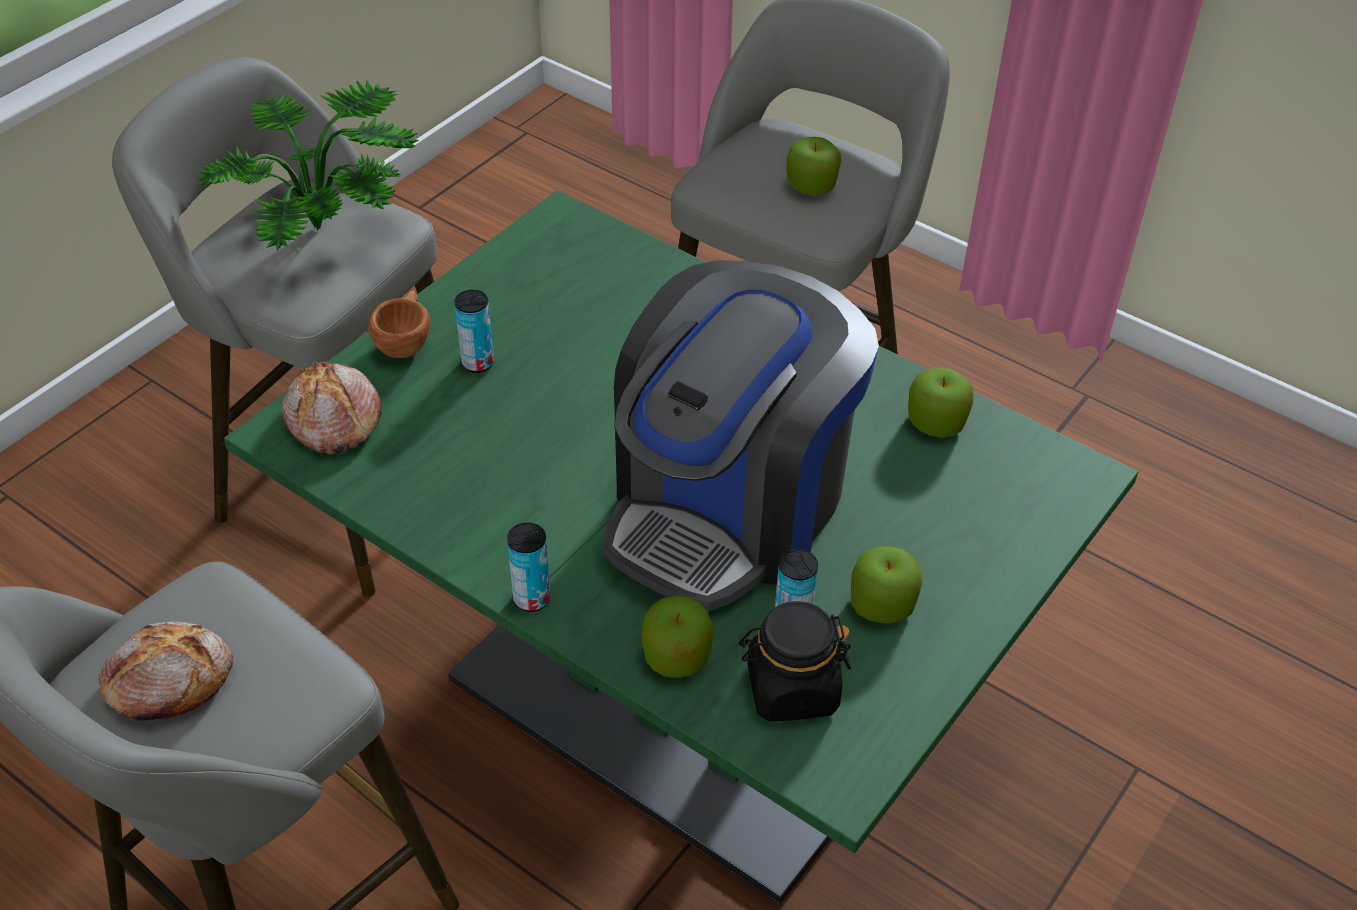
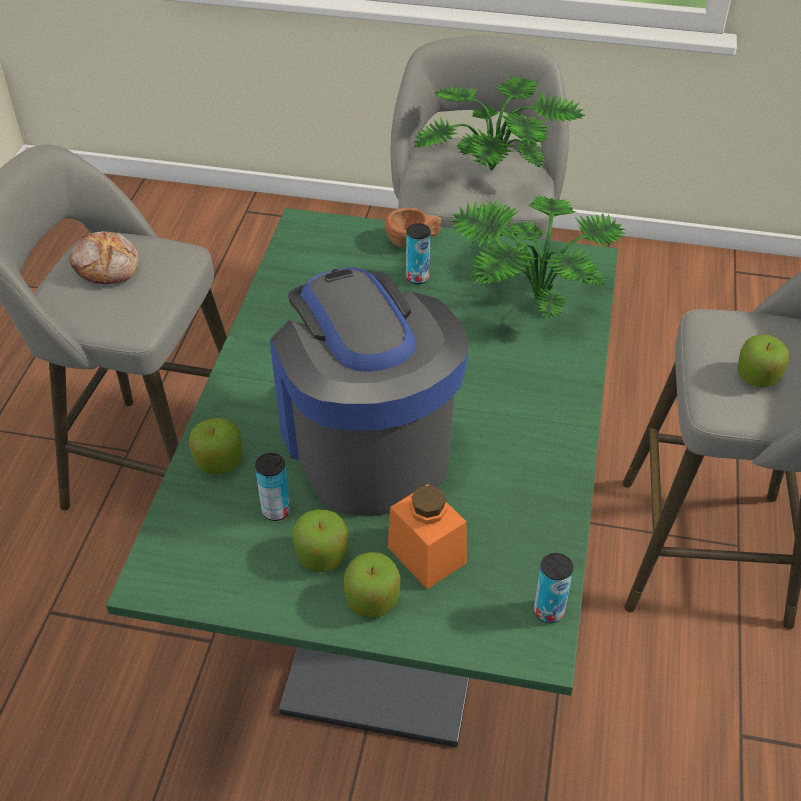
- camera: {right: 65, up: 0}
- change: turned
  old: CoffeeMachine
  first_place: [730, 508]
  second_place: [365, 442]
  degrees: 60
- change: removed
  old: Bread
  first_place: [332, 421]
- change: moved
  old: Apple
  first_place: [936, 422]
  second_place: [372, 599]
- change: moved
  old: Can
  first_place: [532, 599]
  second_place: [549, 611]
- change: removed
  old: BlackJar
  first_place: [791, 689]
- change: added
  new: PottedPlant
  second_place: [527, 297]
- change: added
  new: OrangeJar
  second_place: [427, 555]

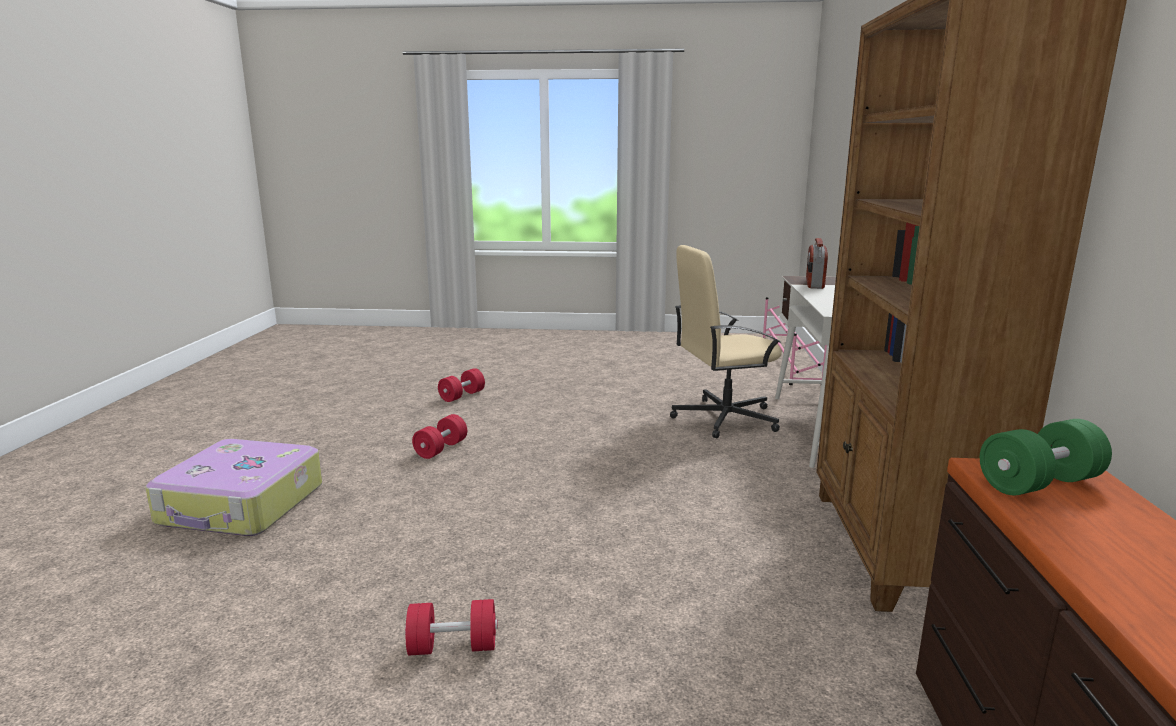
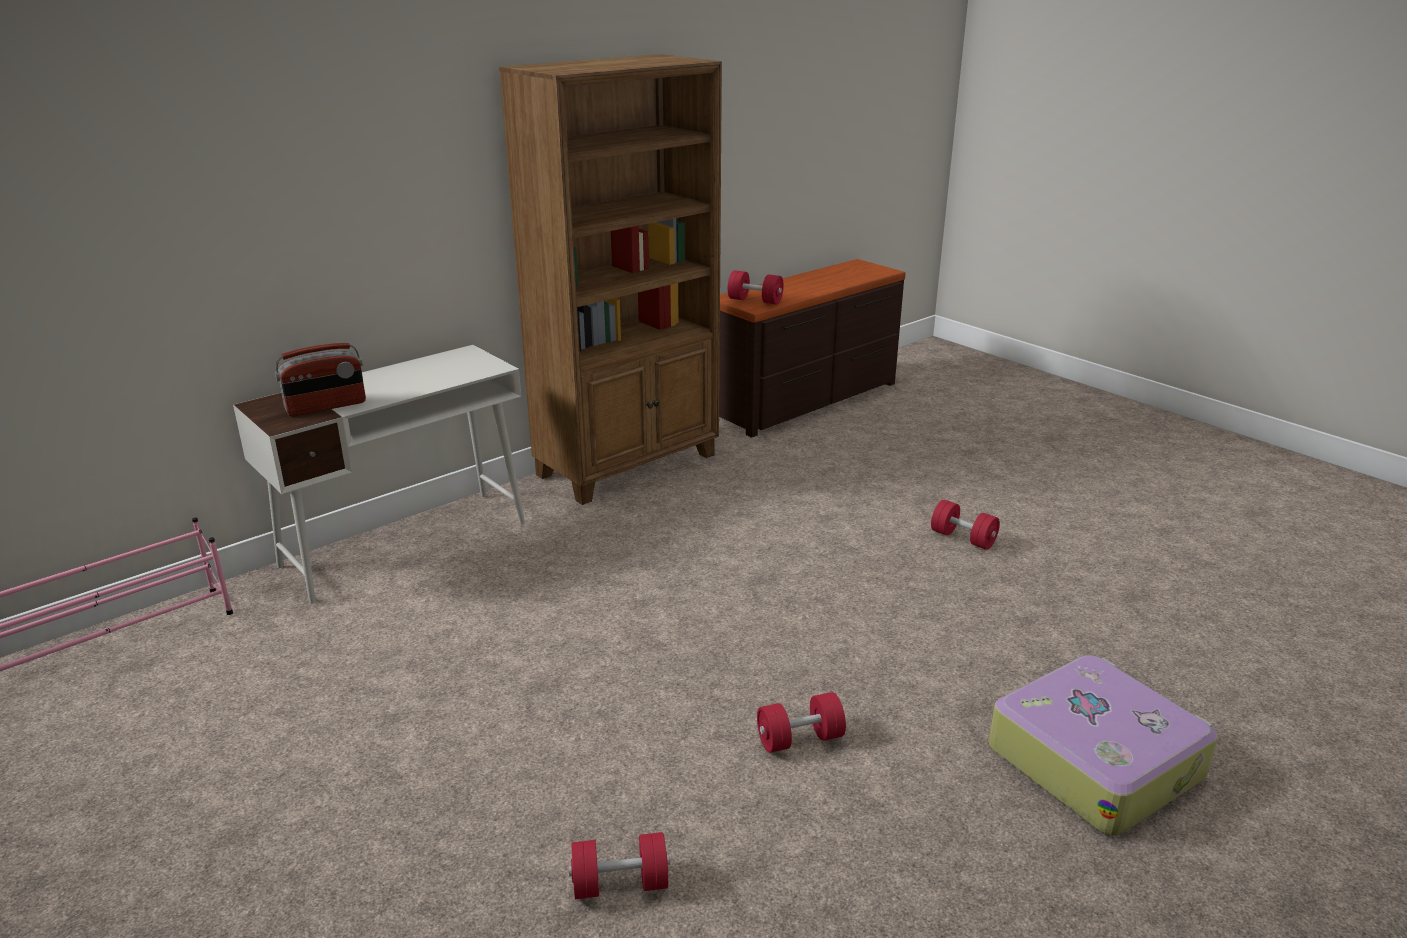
- camera: {right: -135, up: 10}
- change: removed
  old: BeigeOfficeChair
  first_place: [723, 418]
- change: recoloured
  old: GreenDumbbell
  new: RedDumbbell
  first_place: [1039, 483]
  second_place: [755, 301]

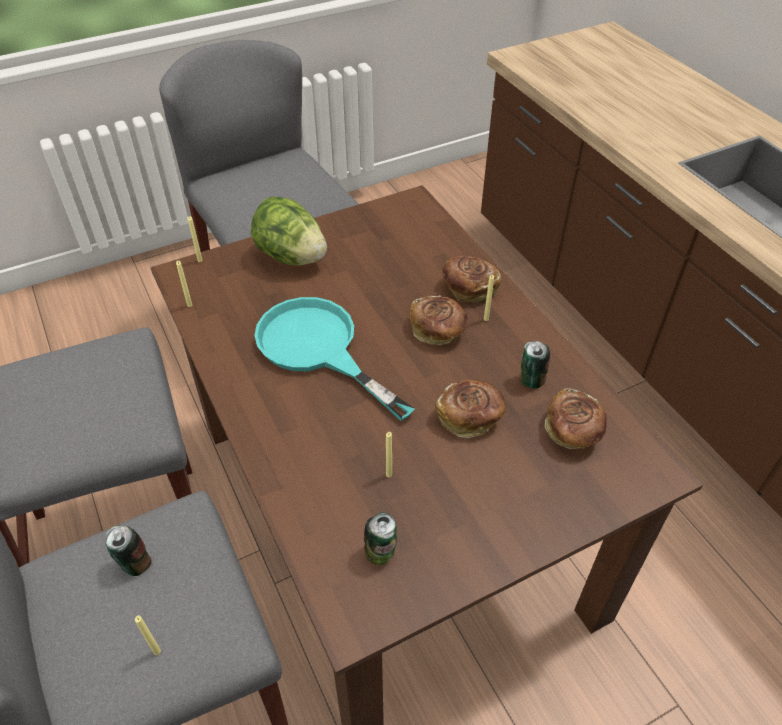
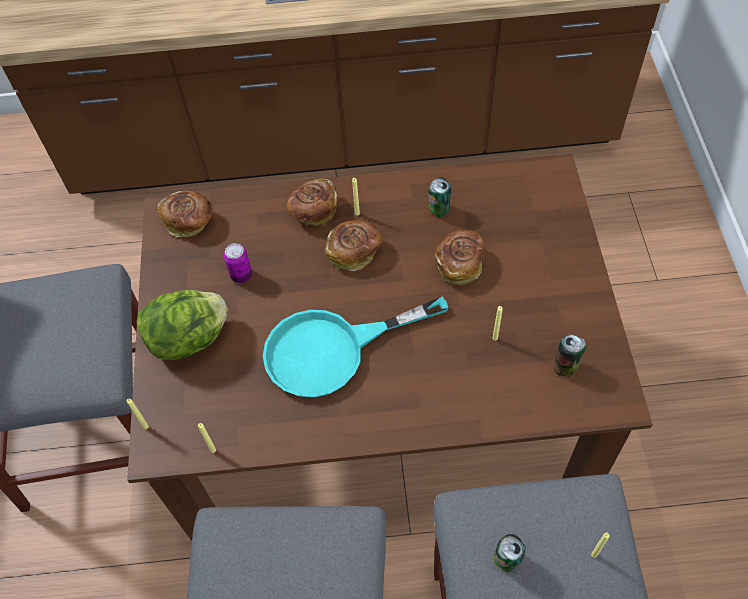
- camera: {right: -65, up: 10}
- change: moved
  old: Bread
  first_place: [572, 432]
  second_place: [189, 221]
- change: added
  new: Can
  second_place: [241, 275]

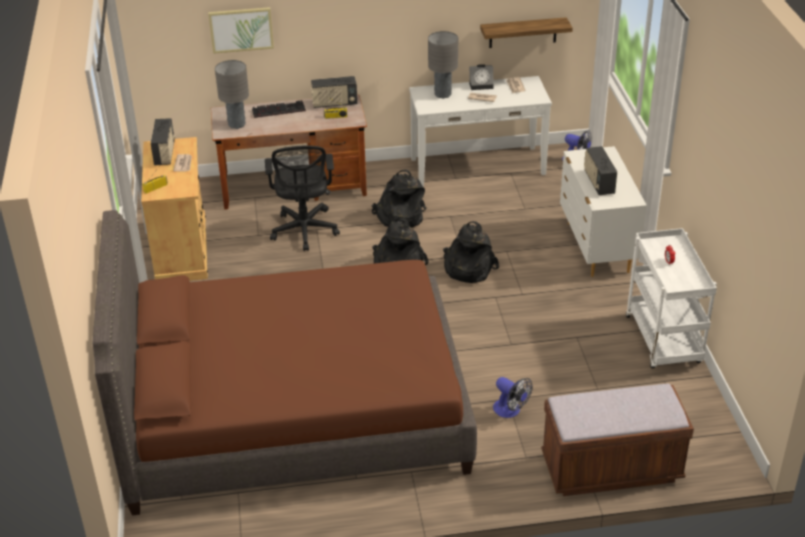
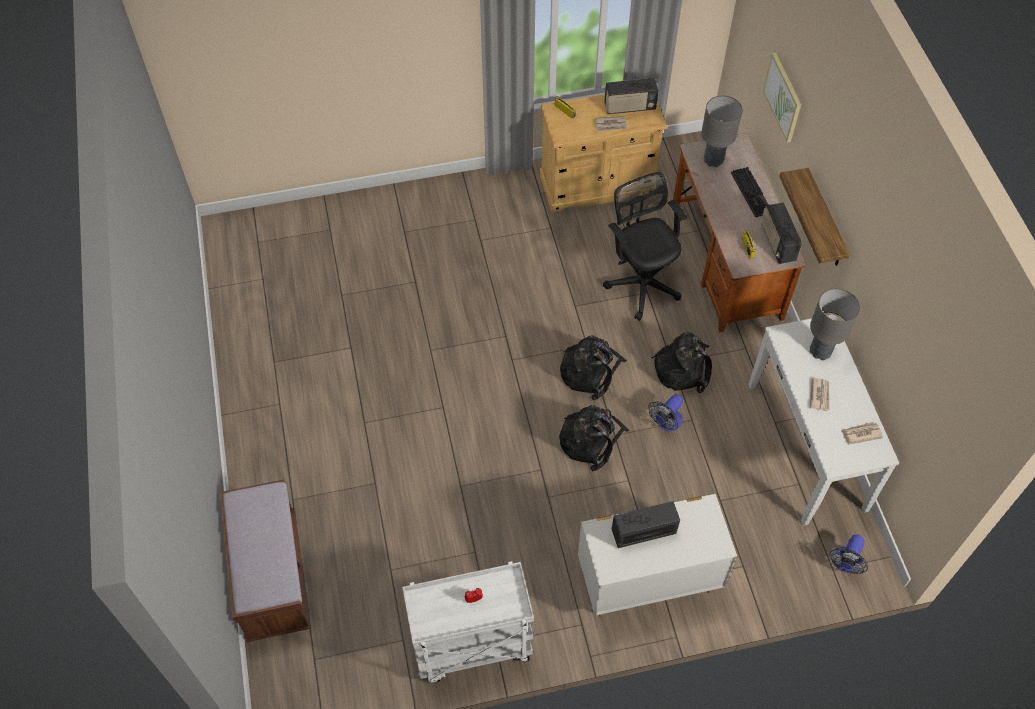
- camera: {right: 85, up: 20}
- change: moved
  old: Shelf
  first_place: [523, 32]
  second_place: [825, 220]
- change: removed
  old: AlarmClock
  first_place: [482, 85]
- change: turned
  old: BlackOfficeChair
  first_place: [304, 231]
  second_place: [641, 282]
  degrees: 75
- change: removed
  old: BrownBed
  first_place: [293, 413]
- change: moved
  old: Fan
  first_place: [510, 411]
  second_place: [666, 423]

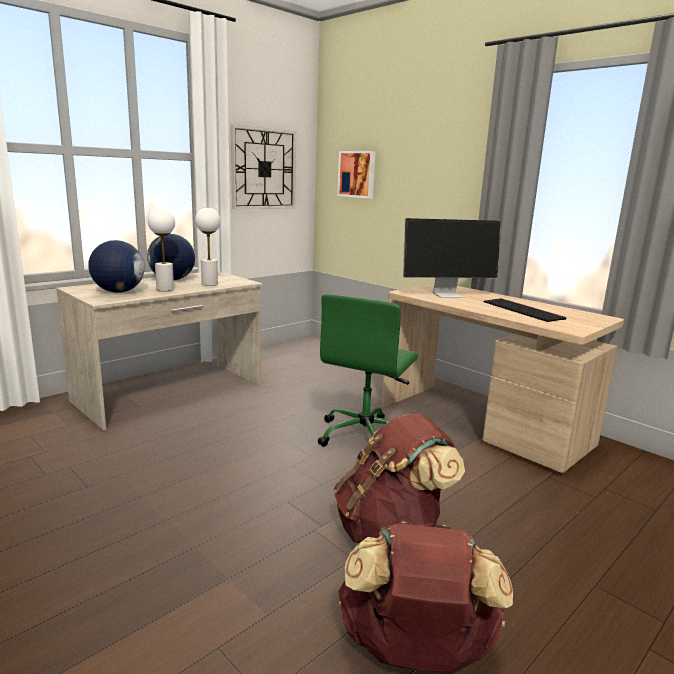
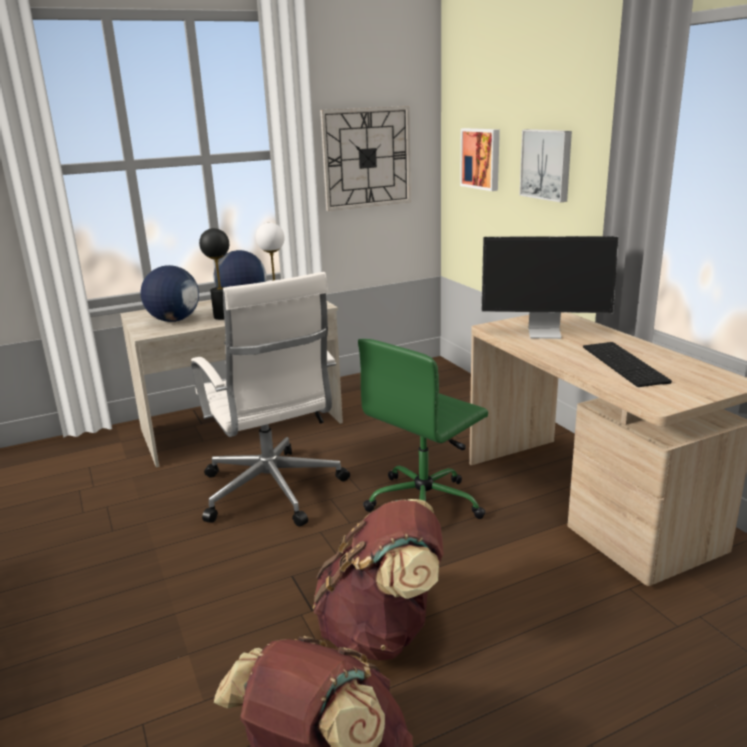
- camera: {right: 20, up: 5}
- change: recoloured
  old: WhiteTableLamp
  new: BlackTableLamp
  first_place: [165, 289]
  second_place: [223, 317]
- change: added
  new: Picture
  second_place: [547, 164]
- change: added
  new: WhiteOfficeChair
  second_place: [273, 492]

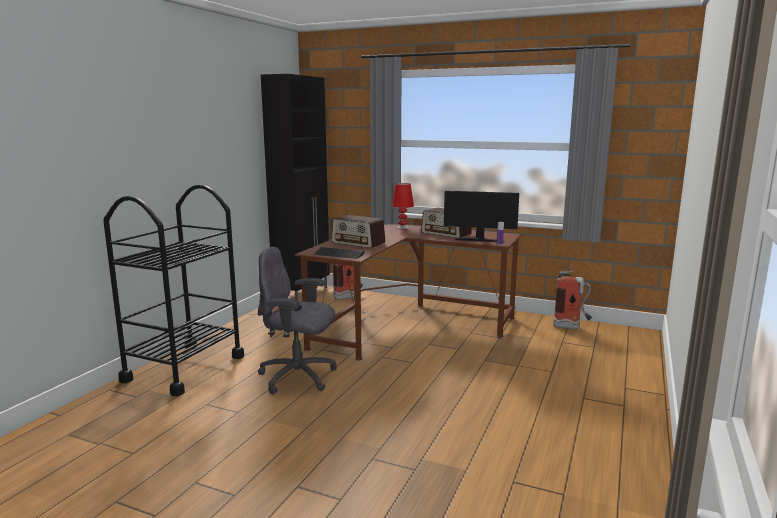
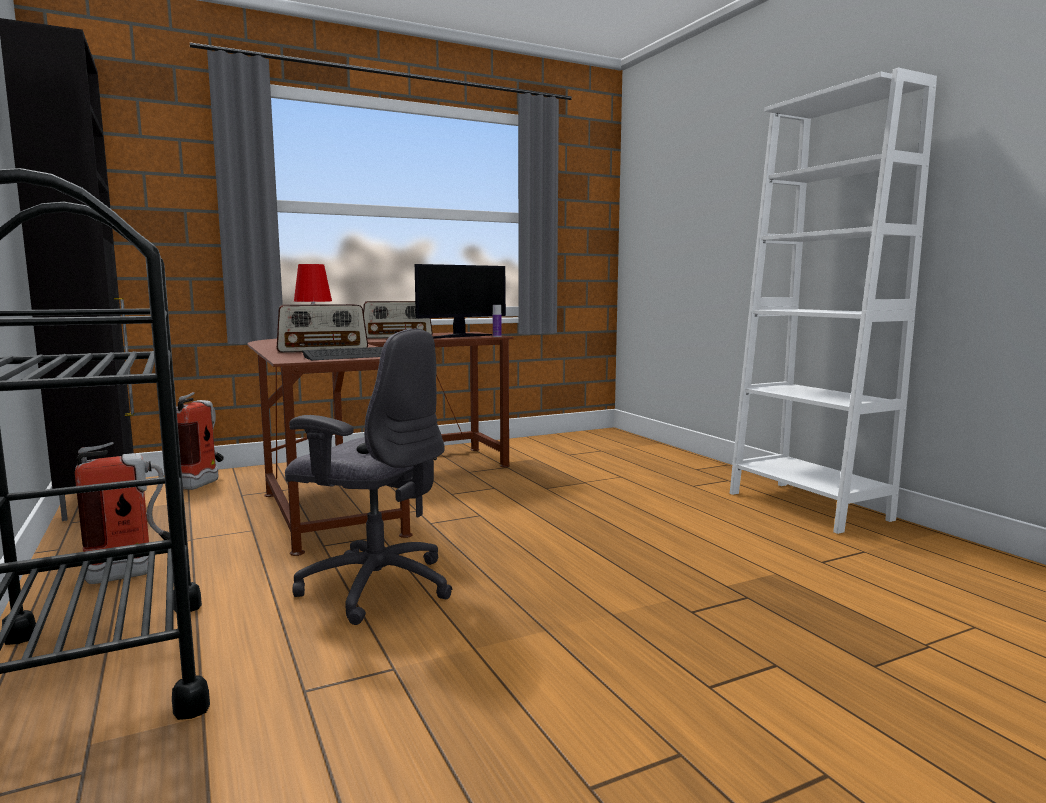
- camera: {right: -50, up: -5}
- change: turned
  old: GreyOfficeChair
  first_place: [298, 377]
  second_place: [375, 586]
  degrees: -120
- change: moved
  old: FireExtinguisher
  first_place: [571, 327]
  second_place: [134, 573]
- change: added
  new: WhiteBookcase
  second_place: [807, 506]

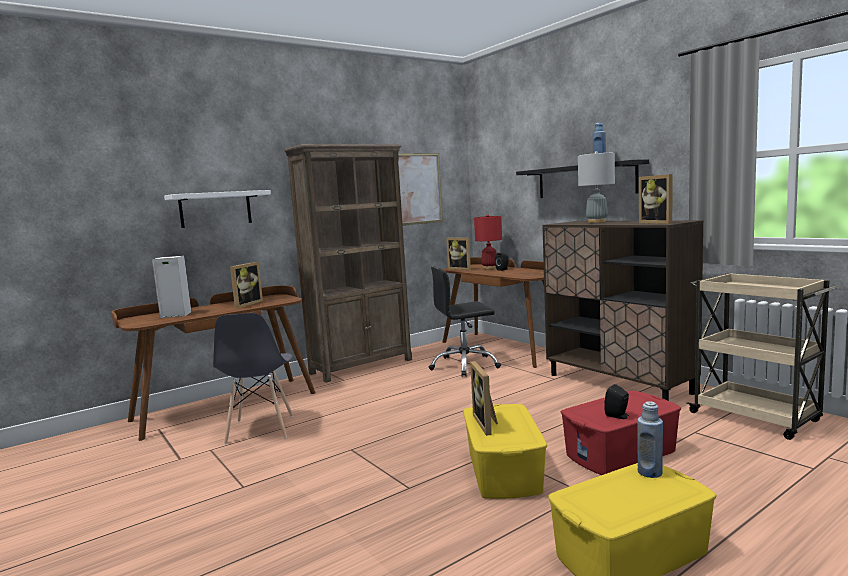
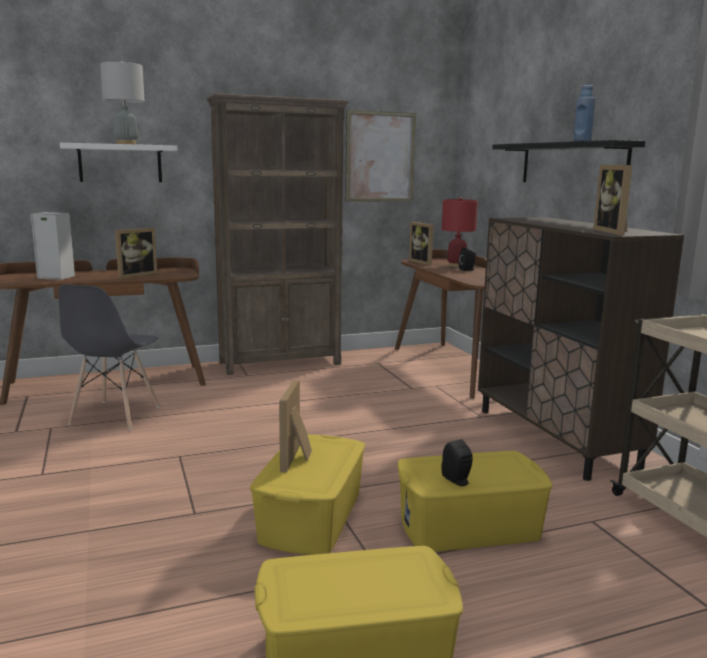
- camera: {right: 15, up: 5}
- change: moved
  old: GreyTableLamp
  first_place: [597, 222]
  second_place: [126, 144]
- change: removed
  old: BlackOfficeChair
  first_place: [464, 365]
- change: recoloured
  old: RedStorageBox
  new: YellowStorageBox
  first_place: [621, 453]
  second_place: [469, 527]
- change: removed
  old: BlueBottle
  first_place: [649, 472]

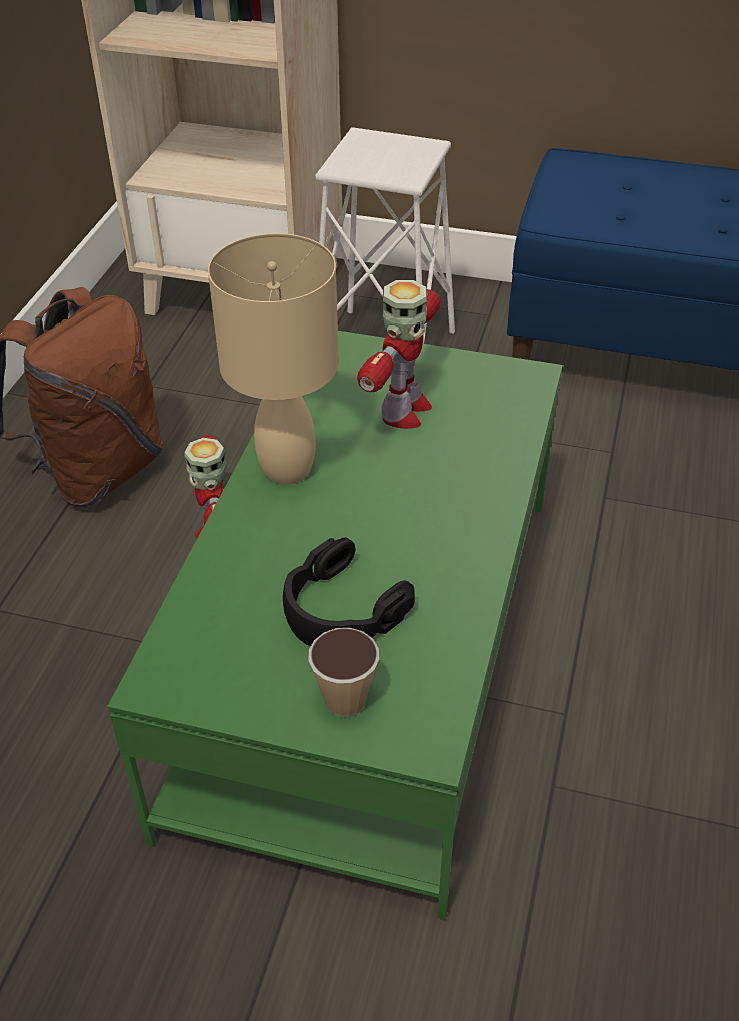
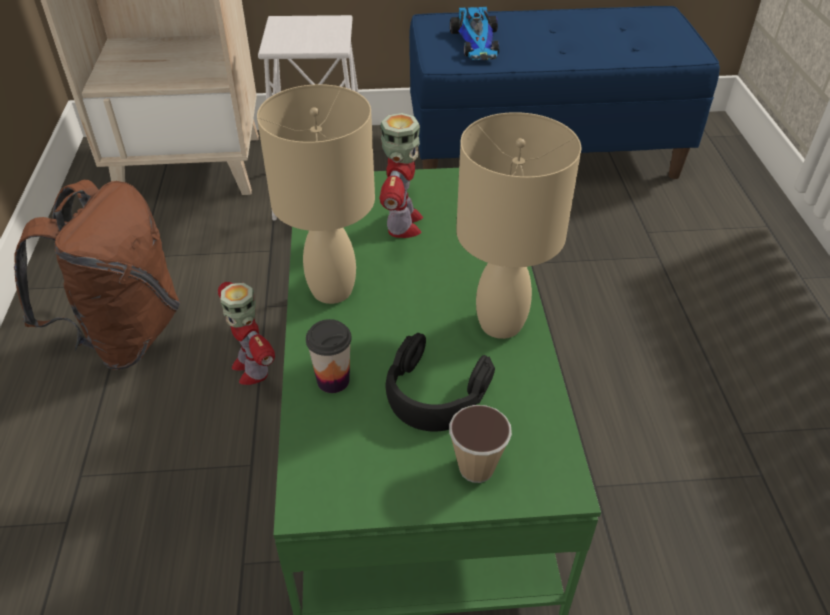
- camera: {right: -20, up: 0}
- change: added
  new: ToyCar
  second_place: [477, 43]
- change: added
  new: BeigeTableLamp
  second_place: [502, 323]
- change: added
  new: Cup
  second_place: [333, 380]

